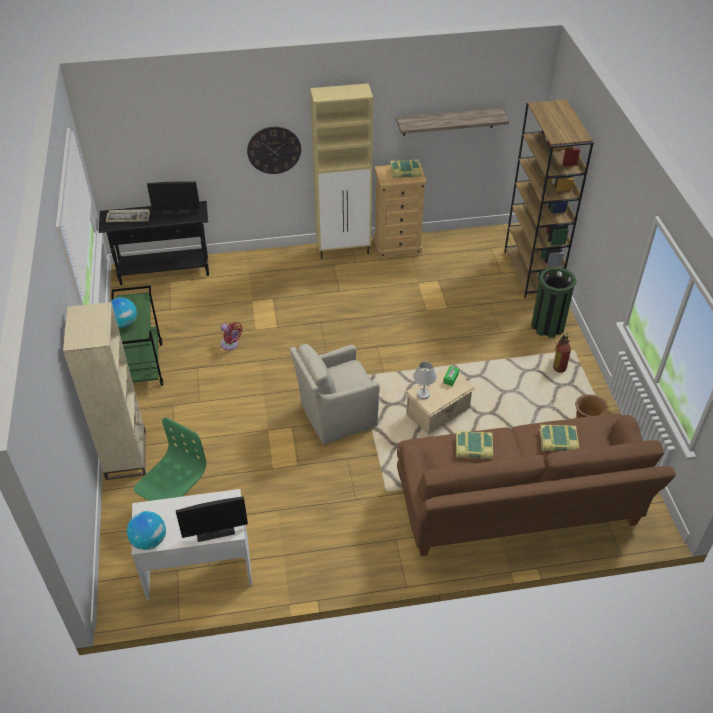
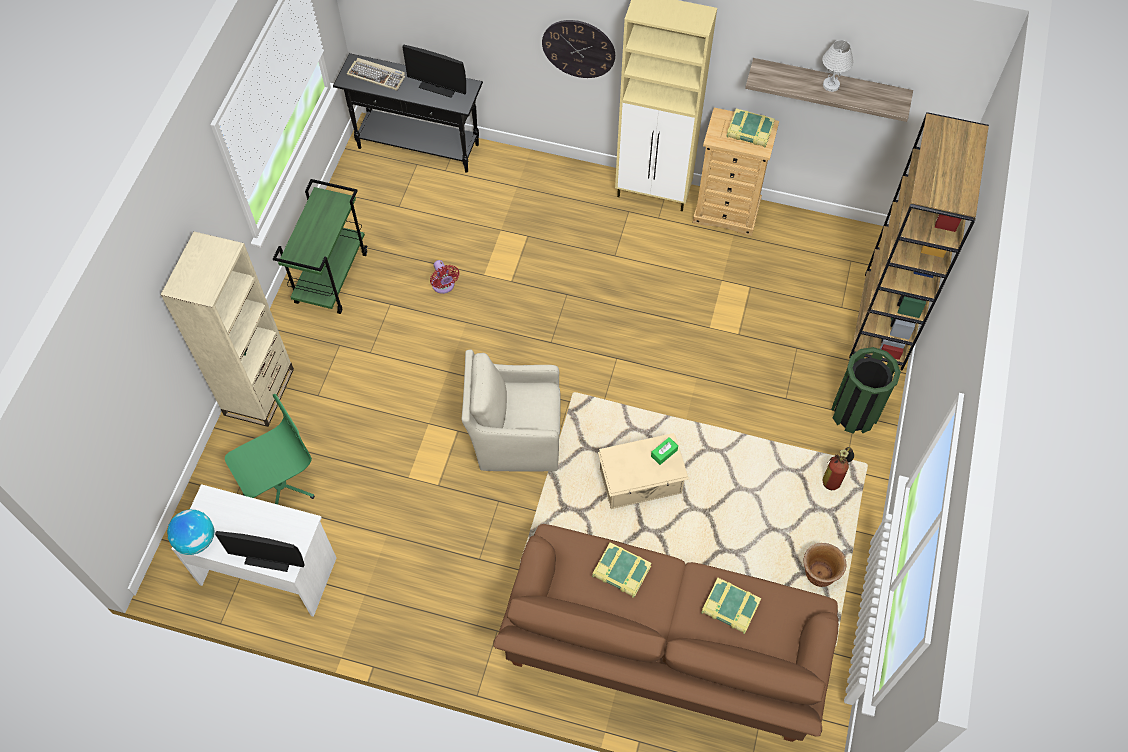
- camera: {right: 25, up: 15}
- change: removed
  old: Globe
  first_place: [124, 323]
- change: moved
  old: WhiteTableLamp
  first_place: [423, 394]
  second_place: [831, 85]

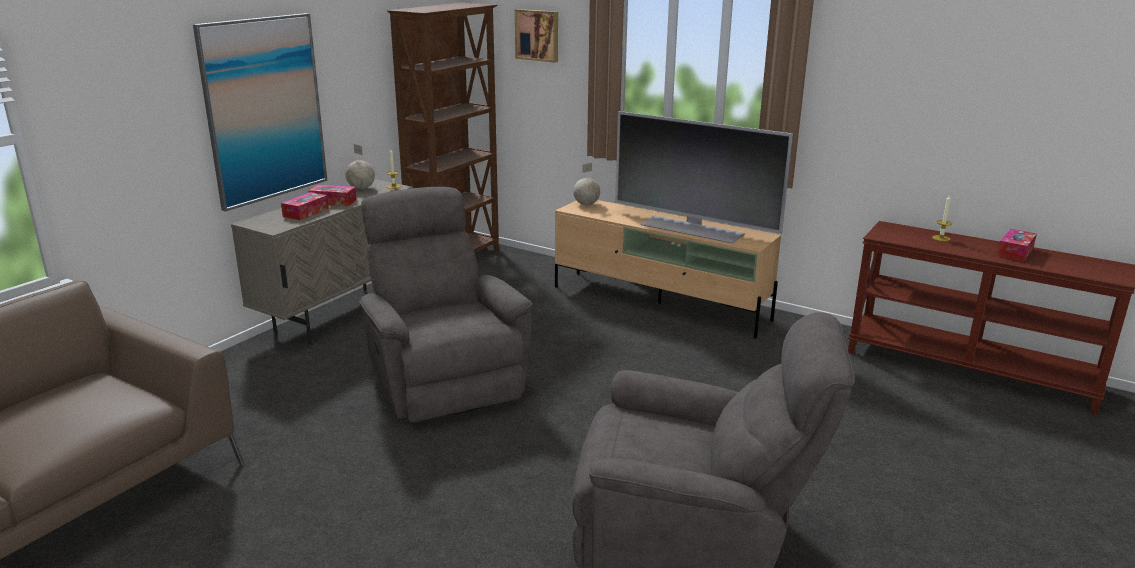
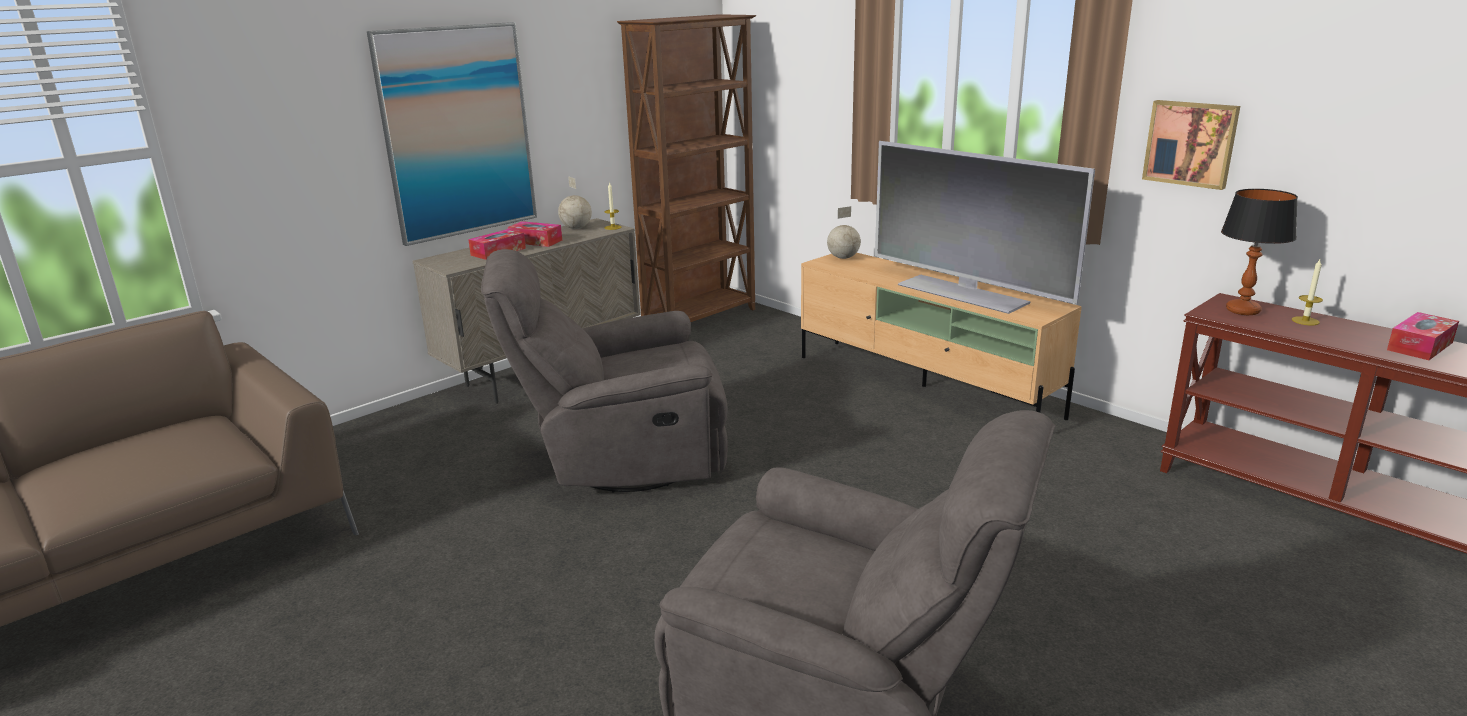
- camera: {right: 15, up: 0}
- change: moved
  old: Picture
  first_place: [537, 35]
  second_place: [1191, 143]
- change: turned
  old: GreyArmchair
  first_place: [443, 380]
  second_place: [621, 459]
  degrees: -90
- change: added
  new: TableLamp
  second_place: [1243, 310]

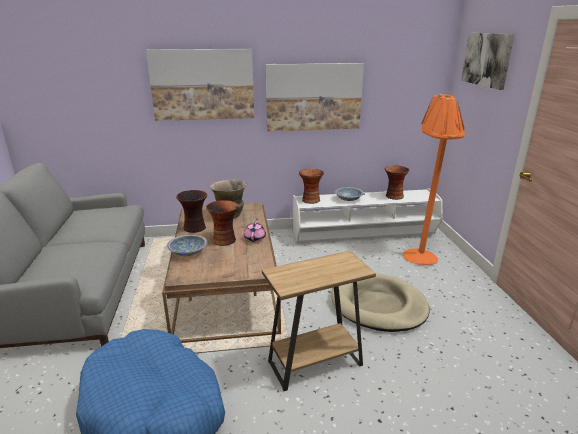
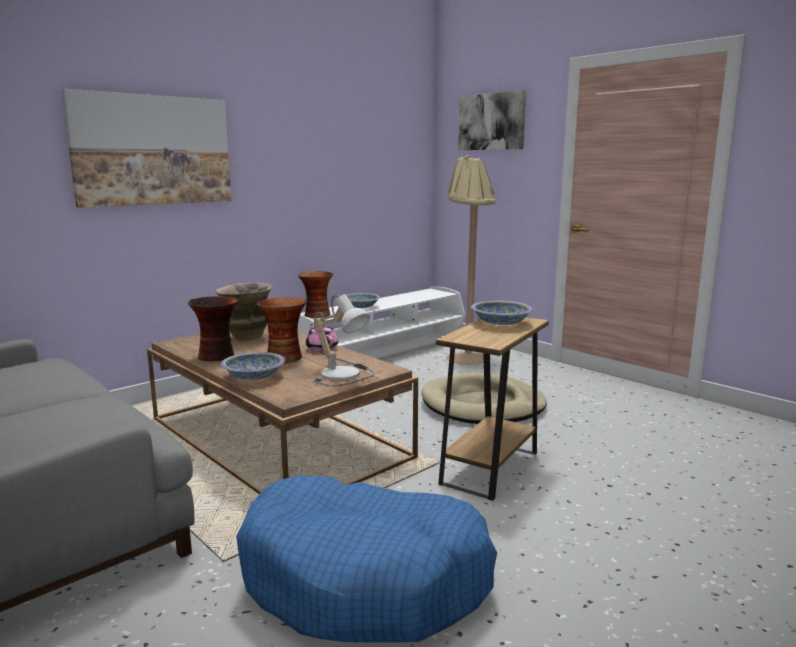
- camera: {right: -35, up: -10}
- change: removed
  old: Picture
  first_place: [313, 97]
- change: recoloured
  old: OrangeFloorLamp
  new: BeigeFloorLamp
  first_place: [424, 254]
  second_place: [468, 356]
- change: removed
  old: Vase
  first_place: [393, 196]
- change: added
  new: TableLamp
  second_place: [345, 374]
- change: added
  new: Bowl
  second_place: [501, 323]

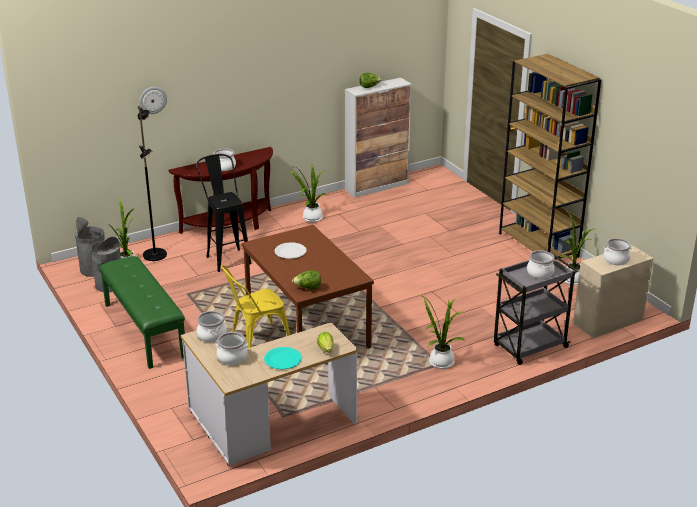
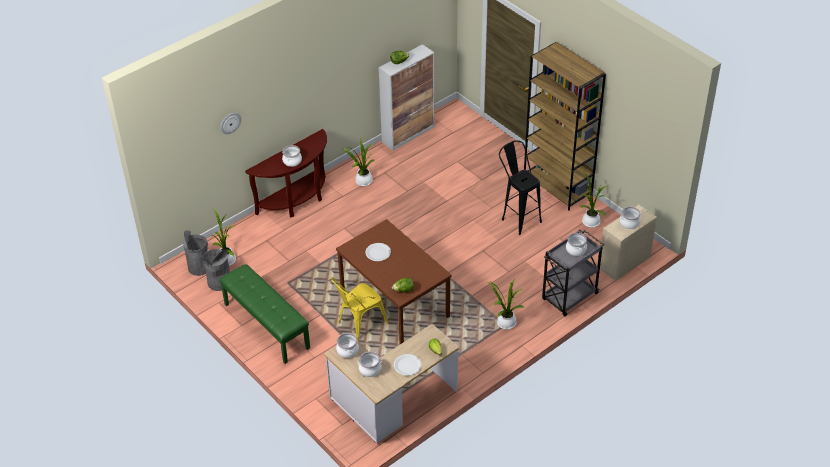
- camera: {right: -10, up: 15}
- change: removed
  old: BlackFloorLamp
  first_place: [155, 255]
- change: moved
  old: BlackStool
  first_place: [226, 257]
  second_place: [517, 218]
- change: recoloured
  old: TurquoisePlate
  new: WhitePlate
  first_place: [283, 359]
  second_place: [407, 365]

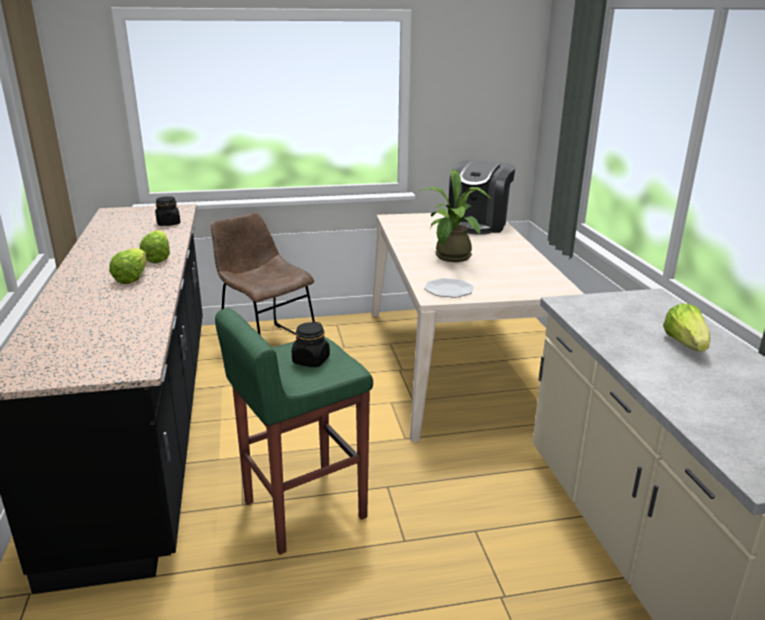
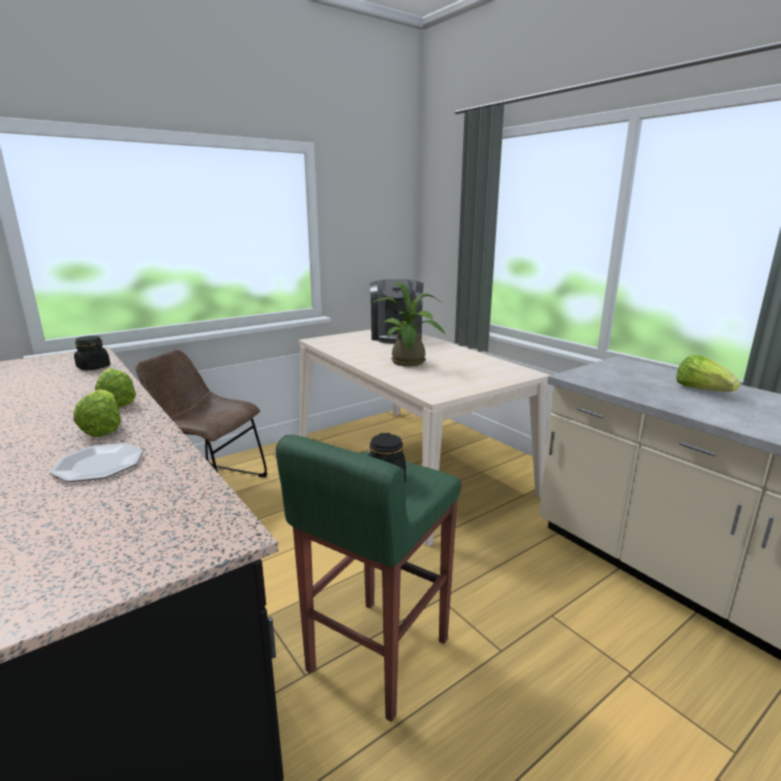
- camera: {right: -25, up: -5}
- change: moved
  old: Plate
  first_place: [448, 289]
  second_place: [99, 464]

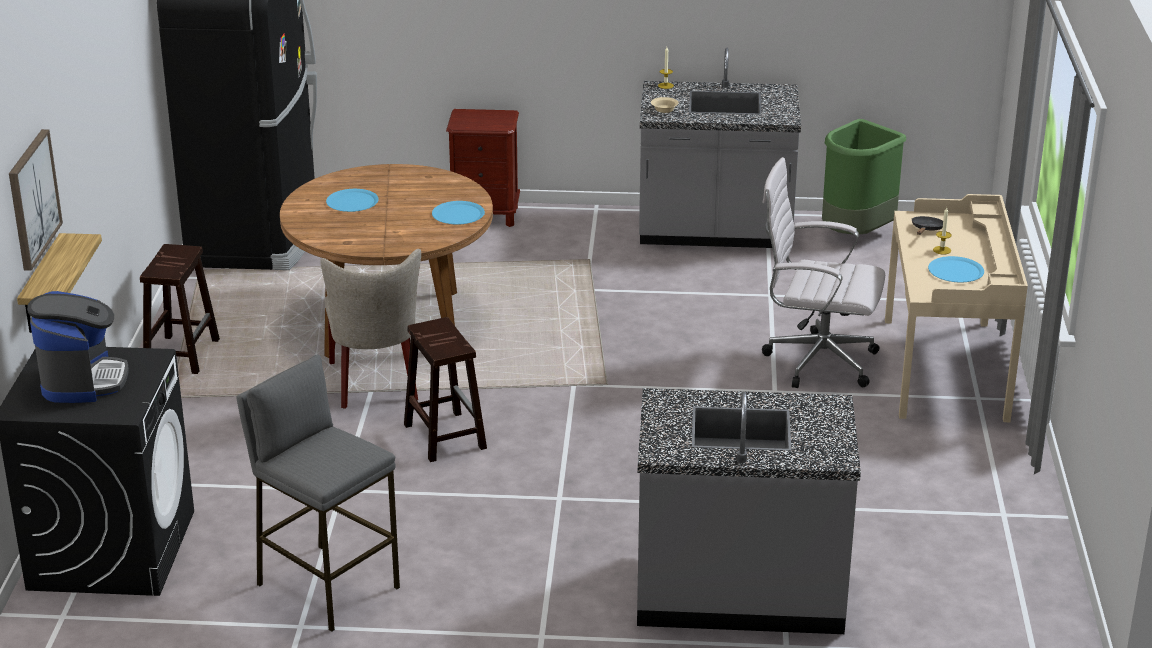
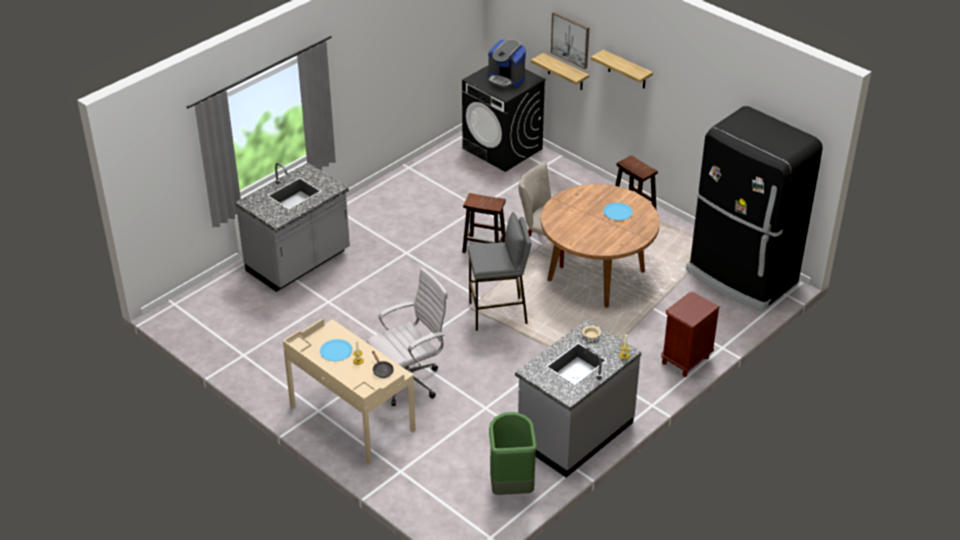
- camera: {right: 130, up: 10}
- change: removed
  old: BluePlate
  first_place: [458, 214]
- change: moved
  old: GreyStool
  first_place: [327, 586]
  second_place: [498, 314]
- change: added
  new: Shelf
  second_place: [627, 70]

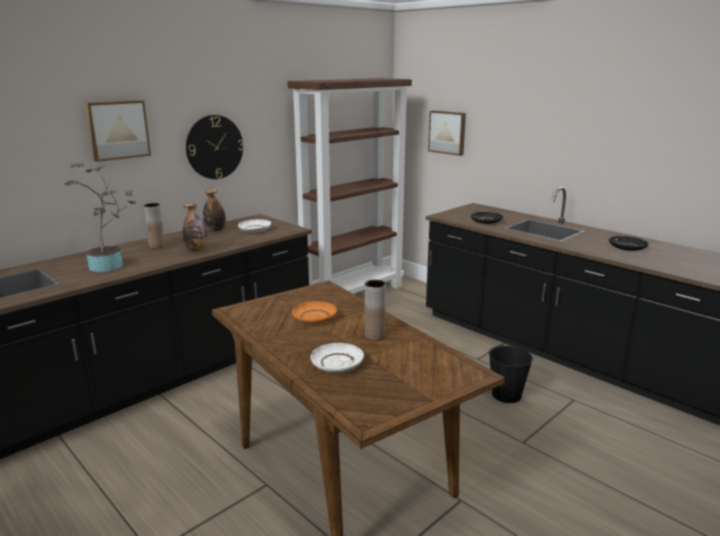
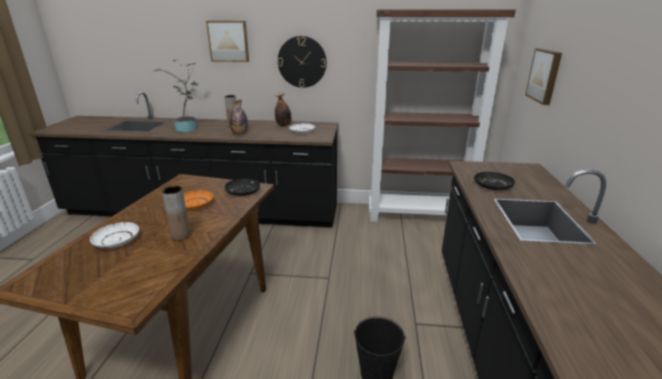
- camera: {right: 50, up: 5}
- change: moved
  old: BlackPlate
  first_place: [627, 248]
  second_place: [243, 191]

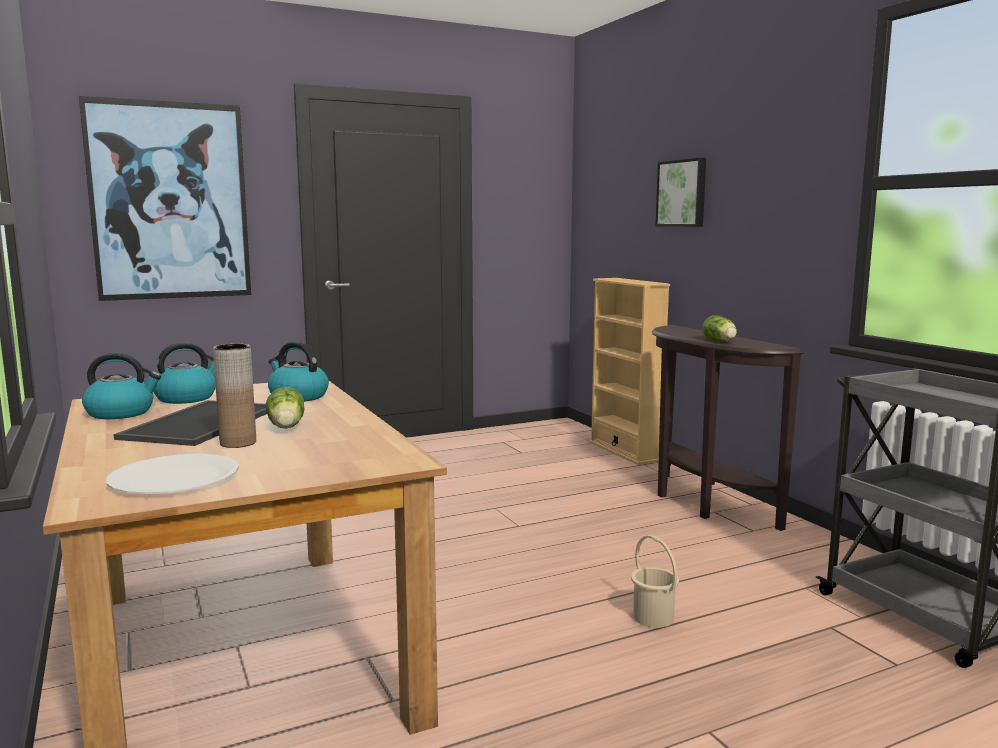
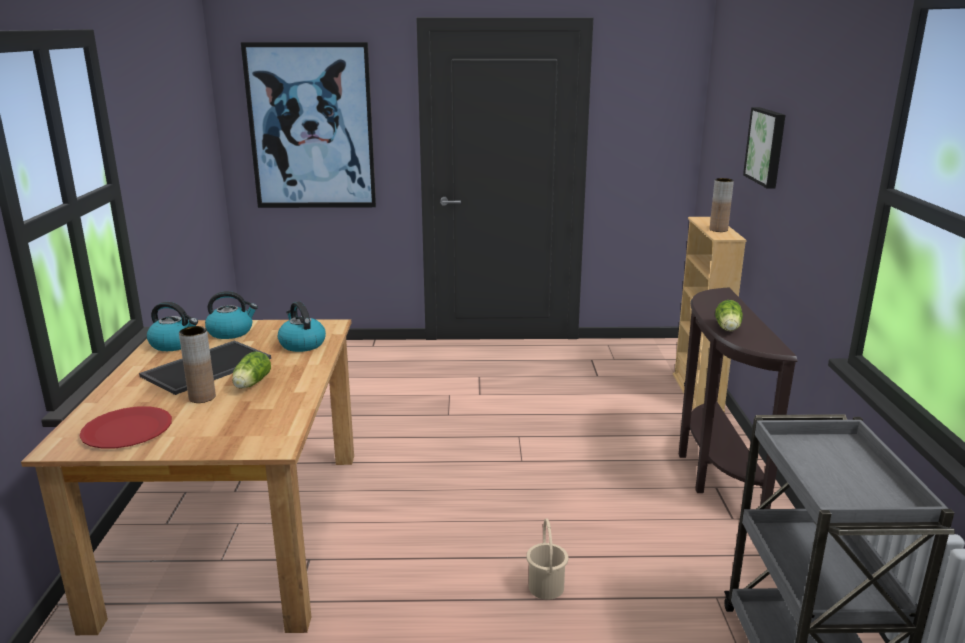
- camera: {right: 25, up: 10}
- change: recoloured
  old: WhitePlate
  new: RedPlate
  first_place: [174, 478]
  second_place: [127, 430]
- change: added
  new: BrownVase
  second_place: [718, 230]

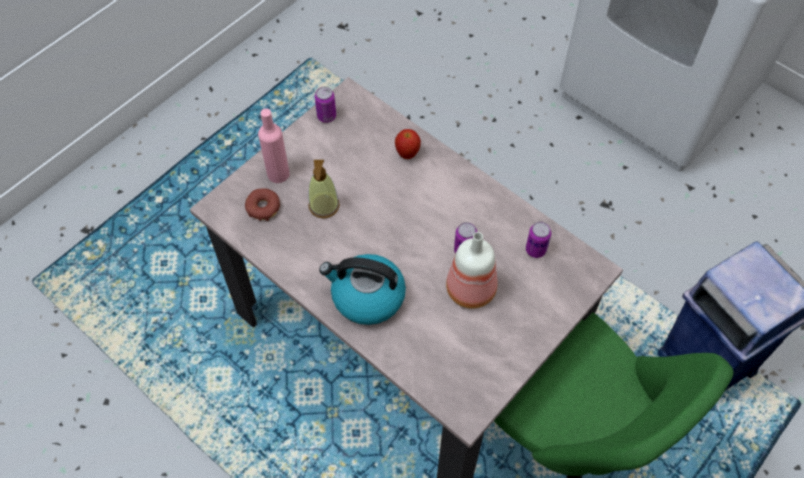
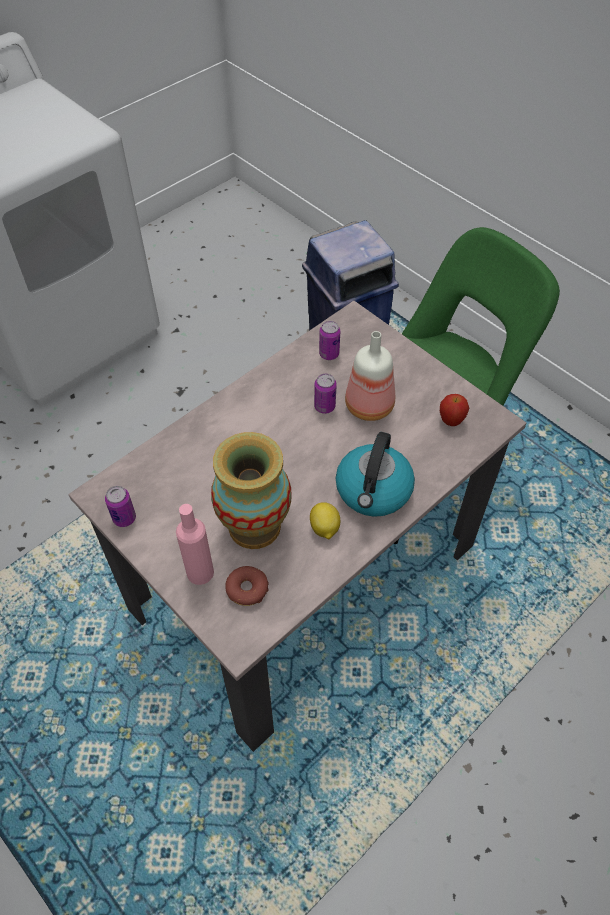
- camera: {right: -85, up: -5}
- change: moved
  old: Apple
  first_place: [407, 154]
  second_place: [451, 421]
- change: replaced
  old: SoapDispenser
  new: Vase
  first_place: [324, 206]
  second_place: [254, 526]
- change: added
  new: Lemon
  second_place: [324, 528]

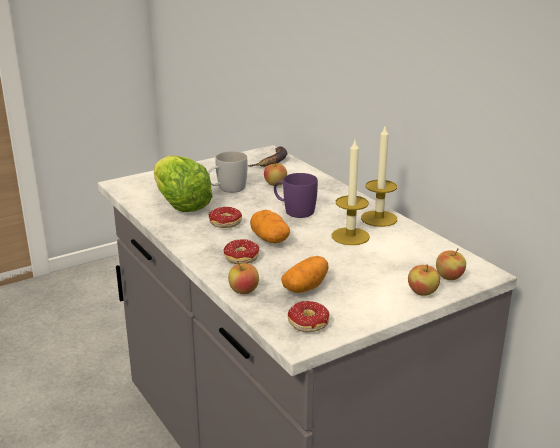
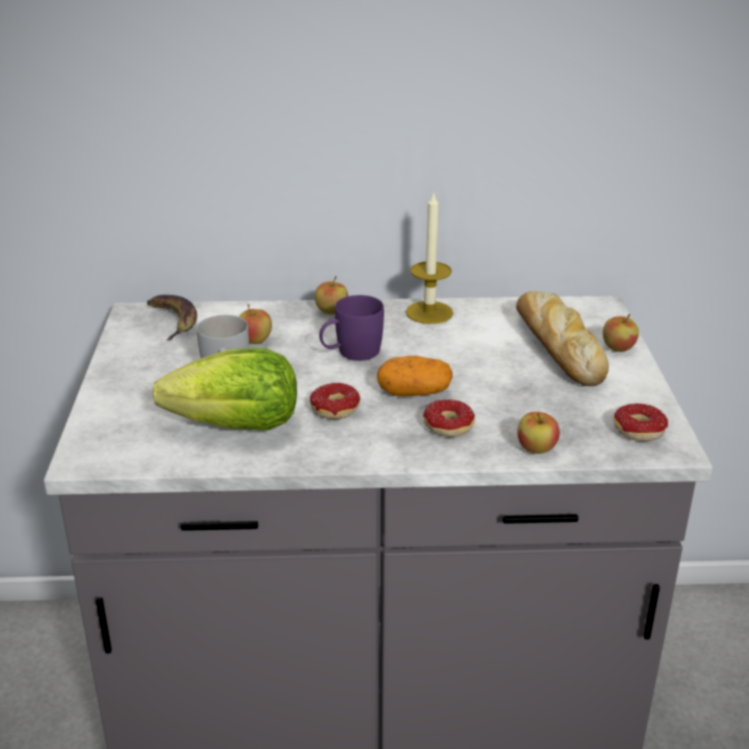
- camera: {right: -60, up: 5}
- change: removed
  old: Candle
  first_place: [350, 236]
- change: moved
  old: Apple
  first_place: [449, 277]
  second_place: [331, 311]
- change: removed
  old: Potato
  first_place: [305, 287]
- change: added
  new: Bread
  second_place: [556, 347]

